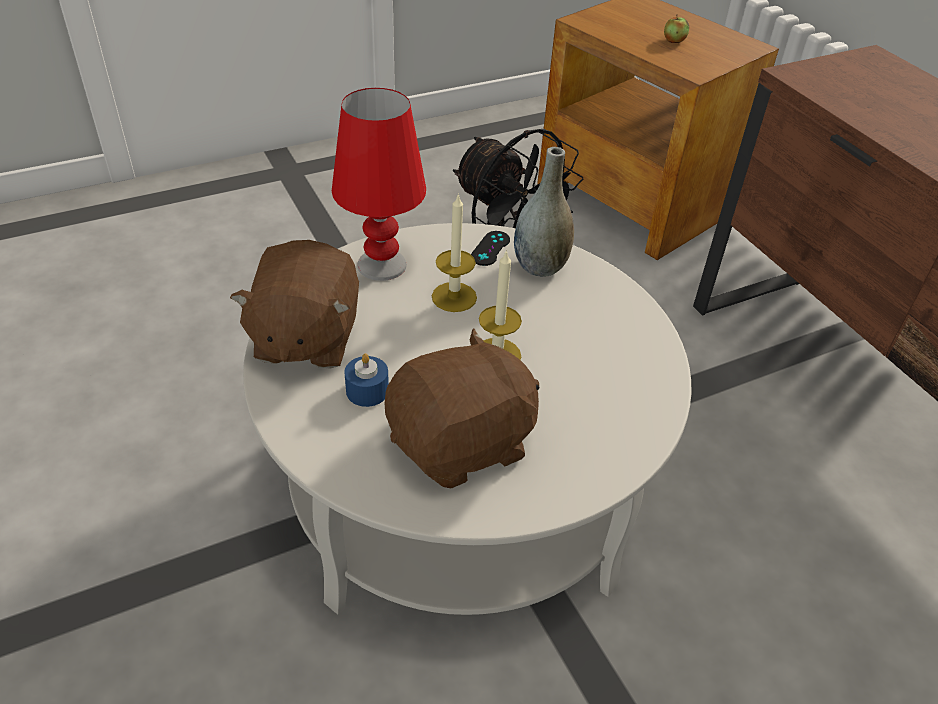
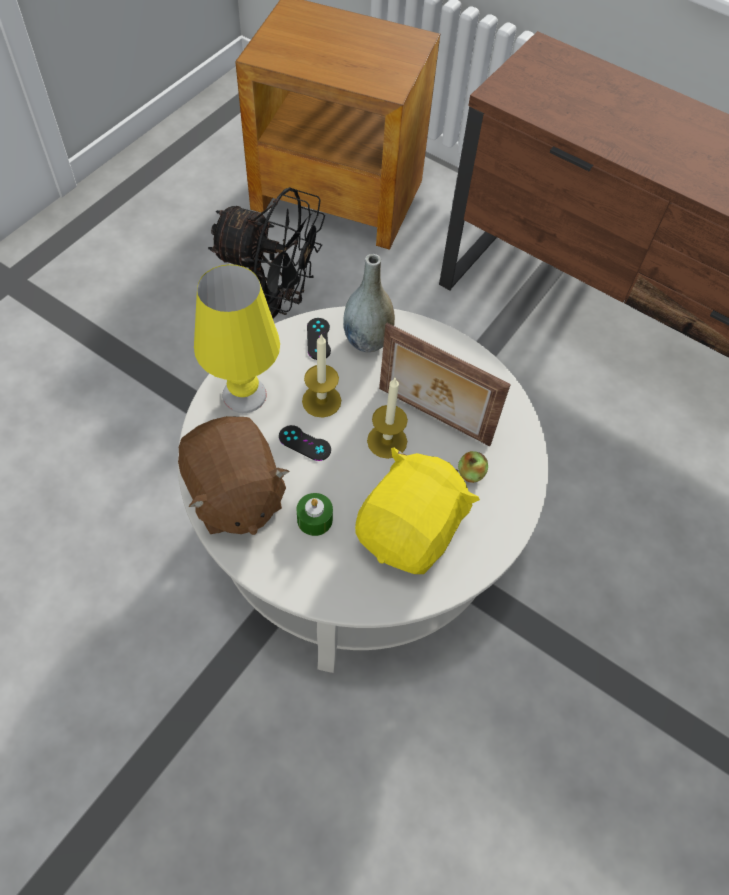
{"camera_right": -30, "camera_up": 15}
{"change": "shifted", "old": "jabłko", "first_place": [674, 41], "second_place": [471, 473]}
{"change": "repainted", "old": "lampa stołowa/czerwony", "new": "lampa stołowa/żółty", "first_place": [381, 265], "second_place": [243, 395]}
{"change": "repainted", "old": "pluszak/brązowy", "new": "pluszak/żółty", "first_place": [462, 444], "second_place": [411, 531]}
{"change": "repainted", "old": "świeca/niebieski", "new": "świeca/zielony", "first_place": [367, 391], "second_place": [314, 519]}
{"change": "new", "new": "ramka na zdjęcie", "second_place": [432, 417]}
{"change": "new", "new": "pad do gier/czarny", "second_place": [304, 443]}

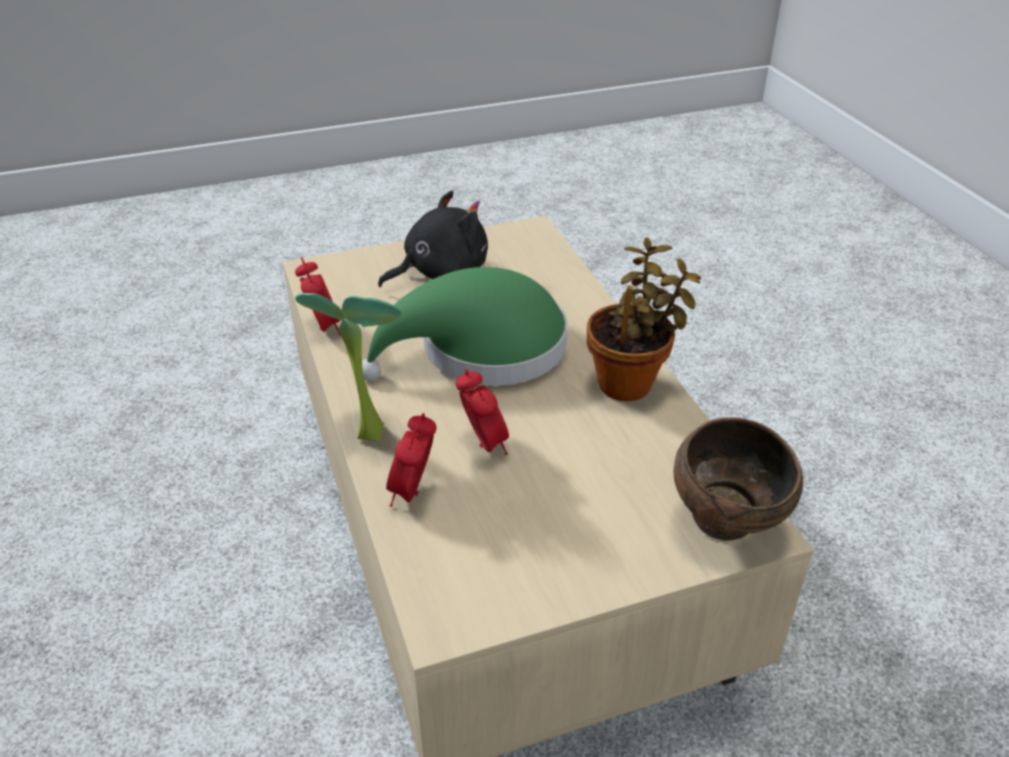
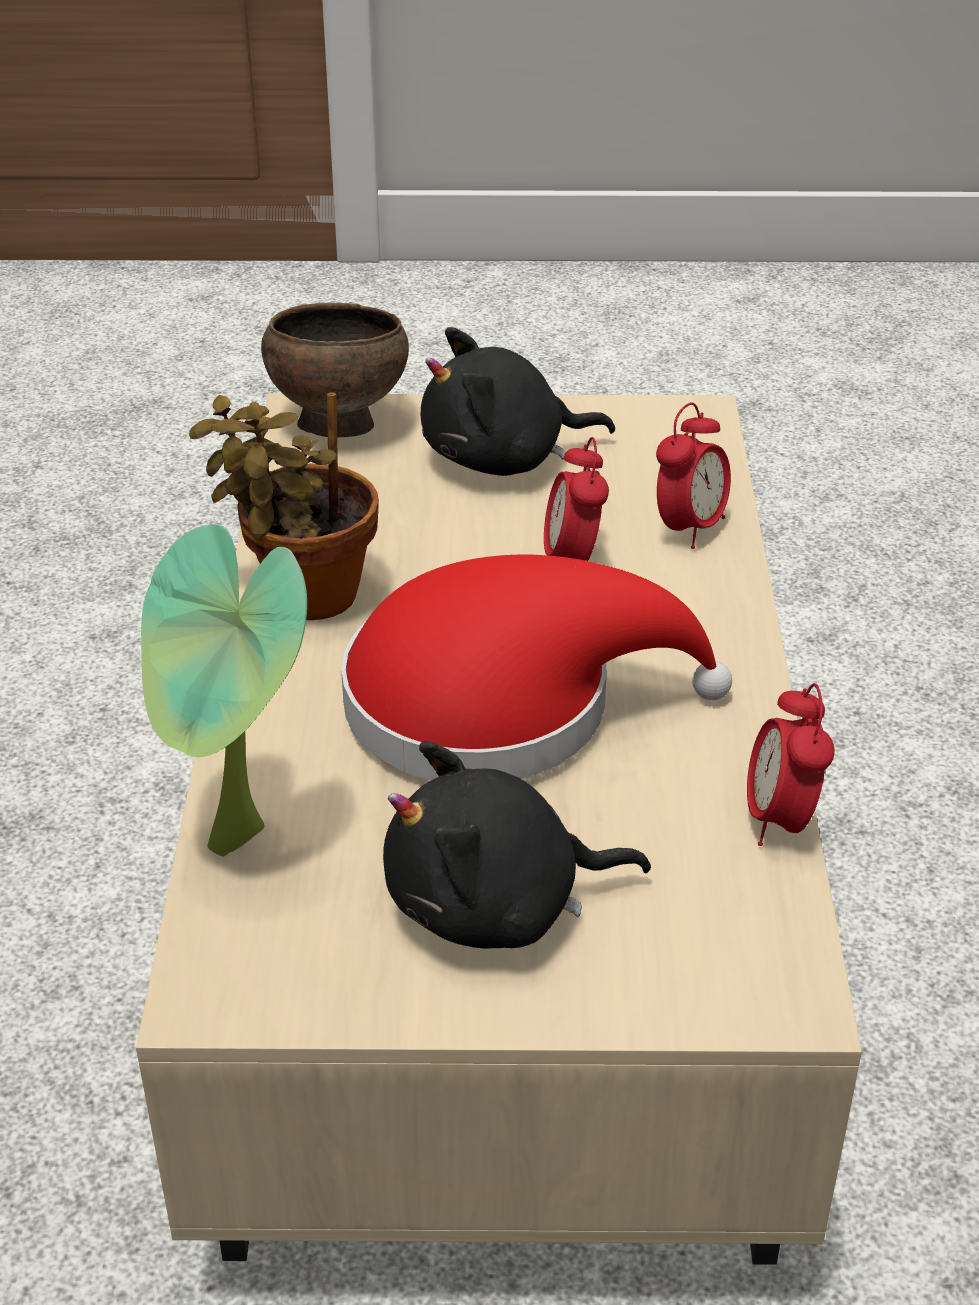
{"camera_right": -160, "camera_up": 0}
{"change": "repainted", "old": "kapelusz/zielony", "new": "kapelusz/czerwony", "first_place": [482, 350], "second_place": [501, 703]}
{"change": "shifted", "old": "roślina doniczkowa", "first_place": [367, 429], "second_place": [239, 846]}
{"change": "new", "new": "pluszak/czarny", "second_place": [503, 458]}

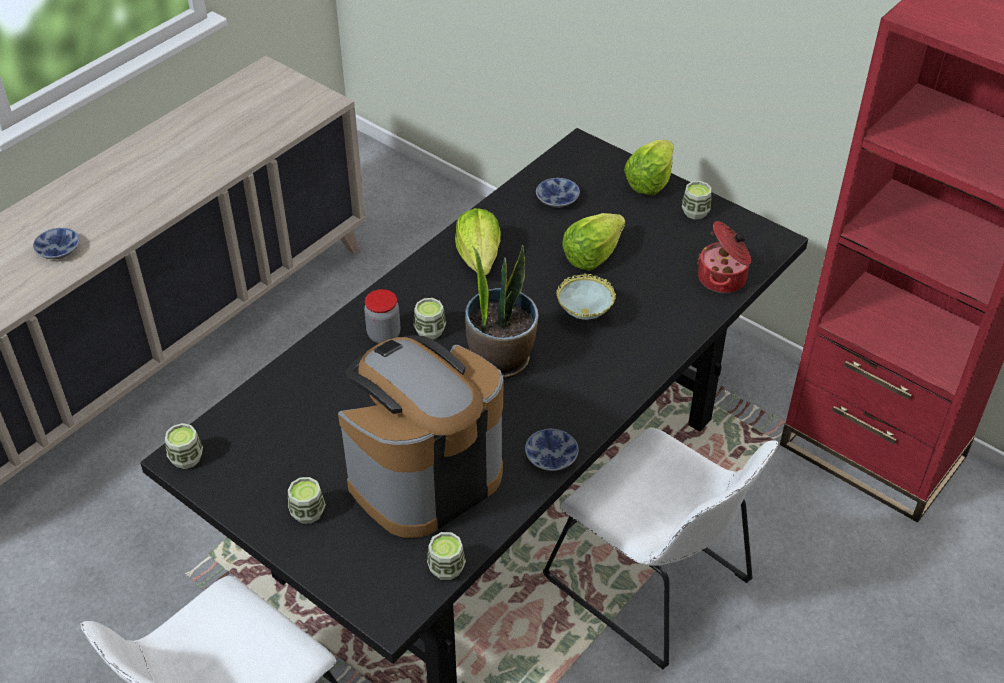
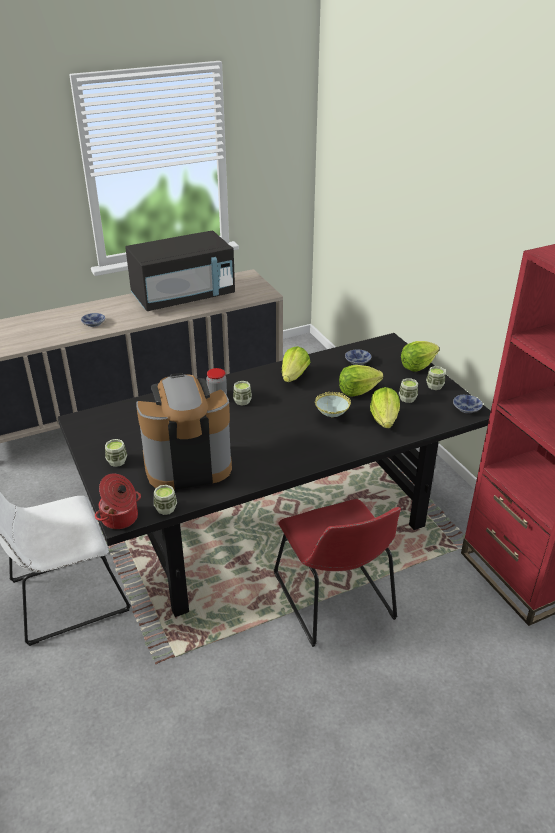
{"camera_right": 25, "camera_up": -10}
{"change": "shifted", "old": "garnek", "first_place": [723, 279], "second_place": [120, 518]}
{"change": "gone", "old": "roślina doniczkowa", "first_place": [500, 359]}
{"change": "shifted", "old": "filiżanka", "first_place": [186, 458], "second_place": [407, 398]}
{"change": "repainted", "old": "krzesło/biały", "new": "krzesło/czerwony", "first_place": [654, 585], "second_place": [335, 600]}
{"change": "shifted", "old": "miska", "first_place": [549, 457], "second_place": [465, 408]}
{"change": "new", "new": "mikrofalówka/czarny", "second_place": [183, 296]}
{"change": "new", "new": "sałata", "second_place": [384, 420]}

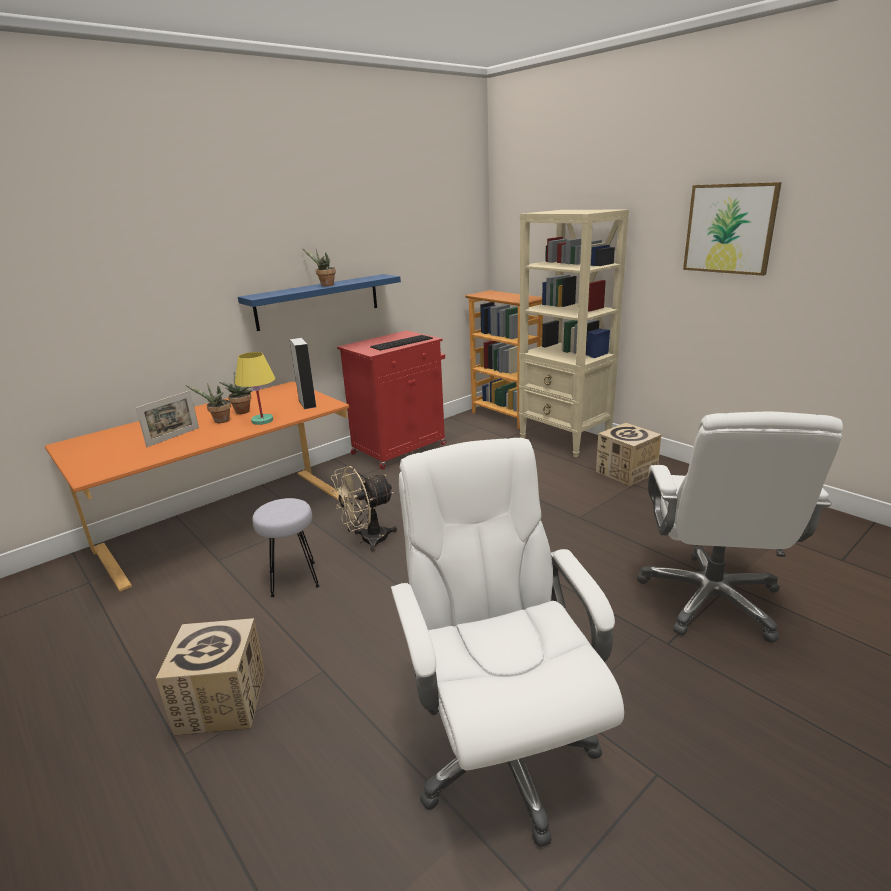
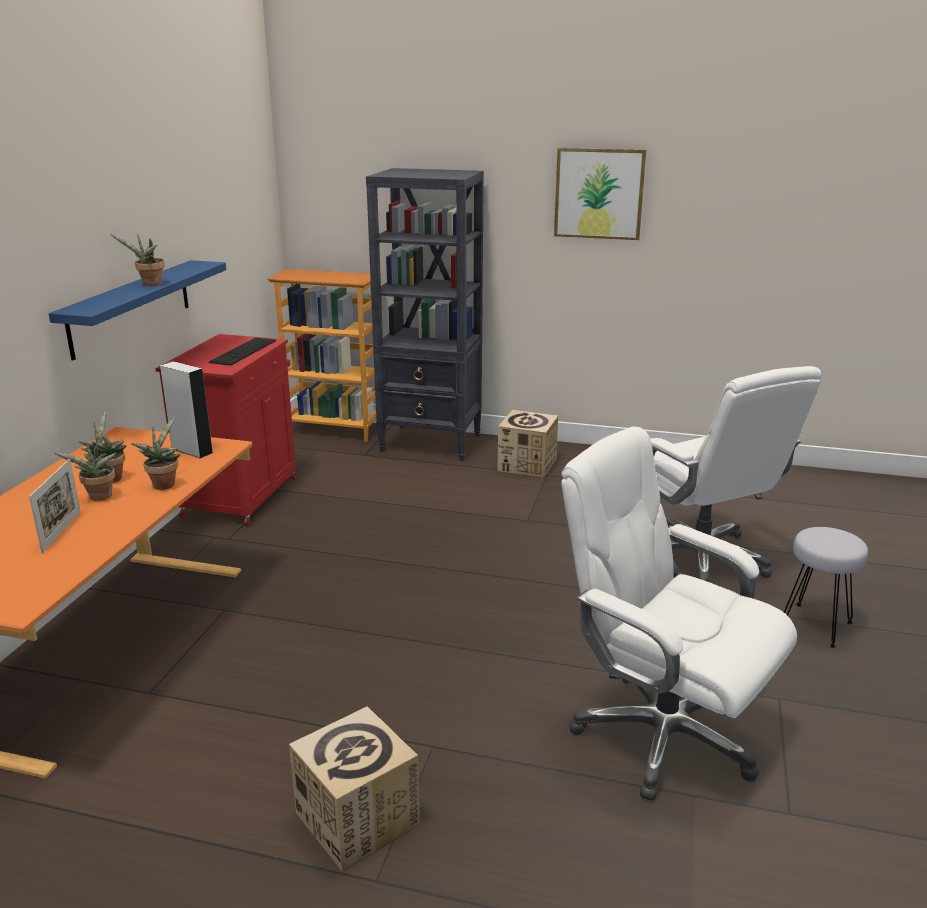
{"camera_right": -35, "camera_up": 0}
{"change": "repainted", "old": "regał/beżowy", "new": "regał/czarny", "first_place": [565, 439], "second_place": [431, 443]}
{"change": "swapped", "old": "lampa stołowa/żółty", "new": "roślina doniczkowa", "first_place": [262, 421], "second_place": [164, 484]}
{"change": "gone", "old": "wentylator/beżowy", "first_place": [367, 540]}
{"change": "shifted", "old": "stołek/szary", "first_place": [293, 579], "second_place": [816, 626]}

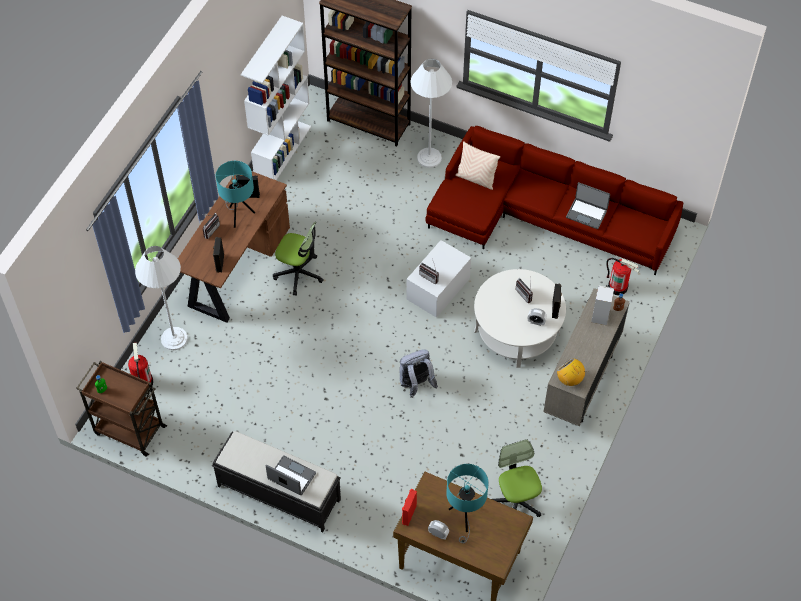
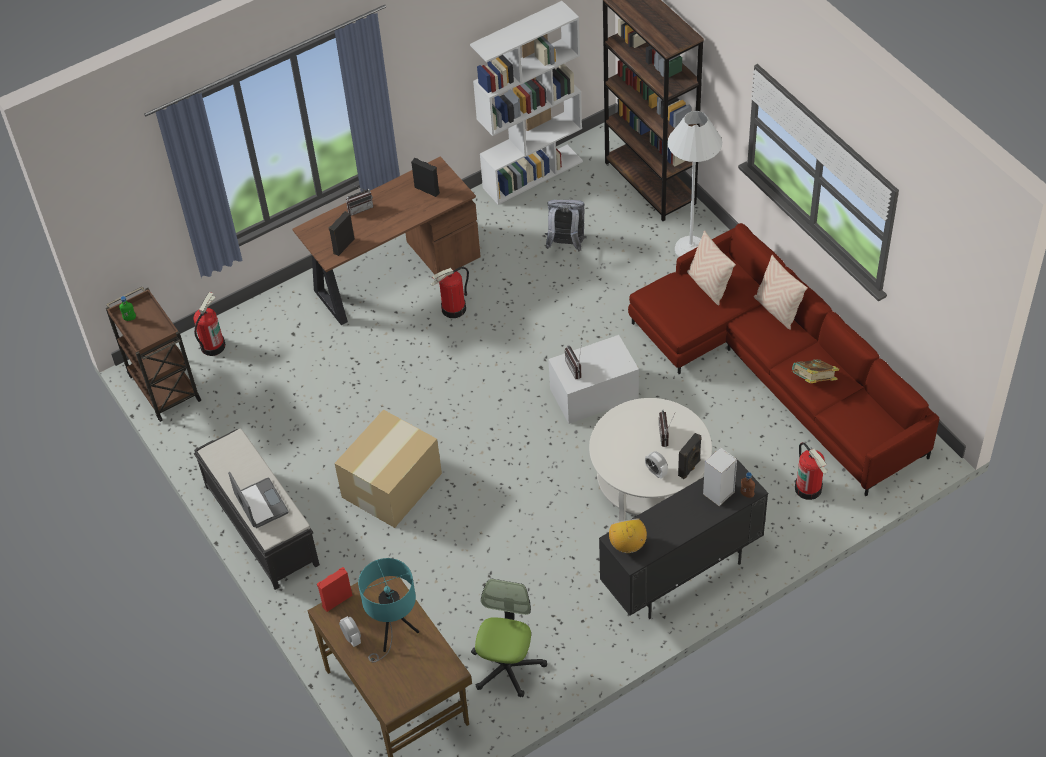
{"camera_right": 35, "camera_up": -5}
{"change": "gone", "old": "lampa stołowa/turkusowy", "first_place": [239, 215]}
{"change": "swapped", "old": "laptop", "new": "książka", "first_place": [586, 213], "second_place": [813, 381]}
{"change": "swapped", "old": "krzesło biurowe", "new": "gaśnica", "first_place": [299, 273], "second_place": [454, 309]}
{"change": "gone", "old": "lampa stojąca/biały", "first_place": [174, 338]}
{"change": "repainted", "old": "szafka/beżowy", "new": "szafka/czarny", "first_place": [581, 383], "second_place": [681, 575]}
{"change": "shifted", "old": "plecak/szary", "first_place": [416, 385], "second_place": [566, 244]}
{"change": "new", "new": "poduszka/beżowy", "second_place": [777, 310]}
{"change": "new", "new": "karton", "second_place": [393, 484]}

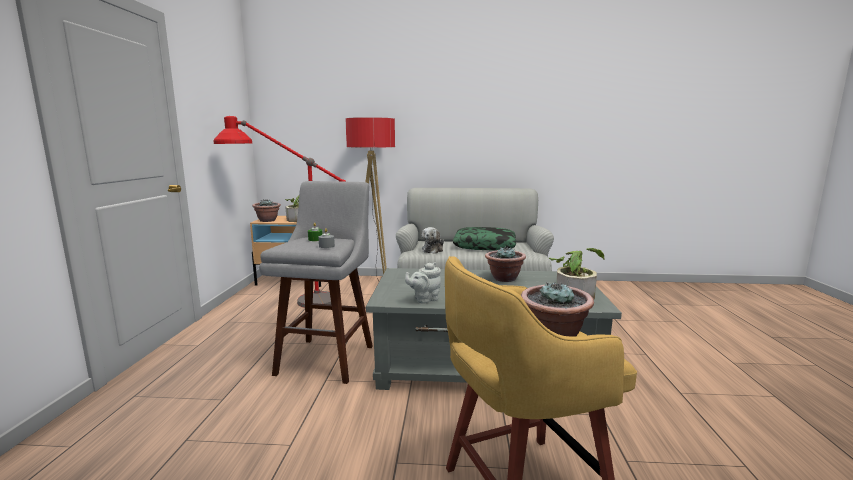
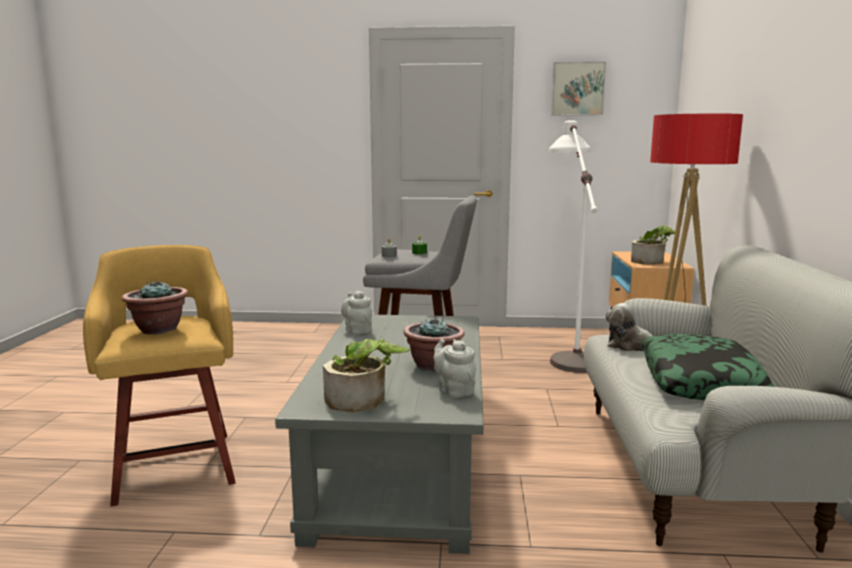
{"camera_right": 90, "camera_up": 0}
{"change": "repainted", "old": "lampa stojąca/czerwony", "new": "lampa stojąca/biały", "first_place": [289, 300], "second_place": [569, 351]}
{"change": "gone", "old": "roślina doniczkowa", "first_place": [268, 220]}
{"change": "new", "new": "obraz", "second_place": [577, 89]}
{"change": "new", "new": "imbryk/szary", "second_place": [454, 390]}

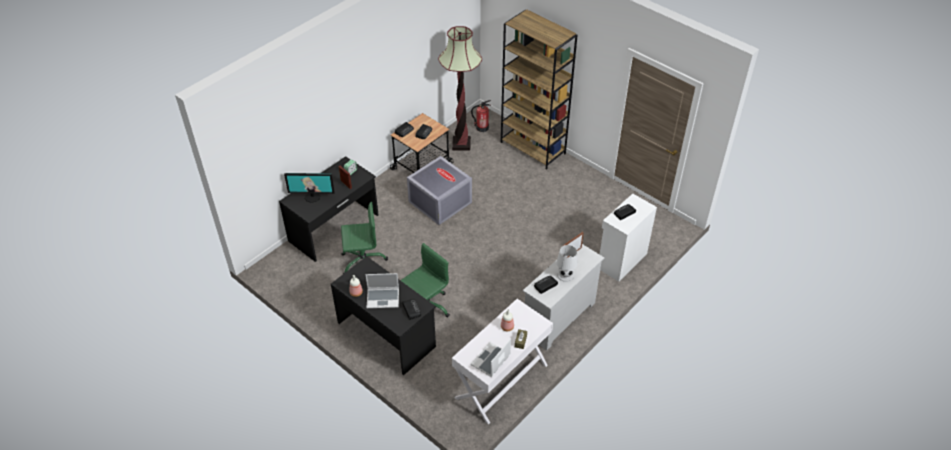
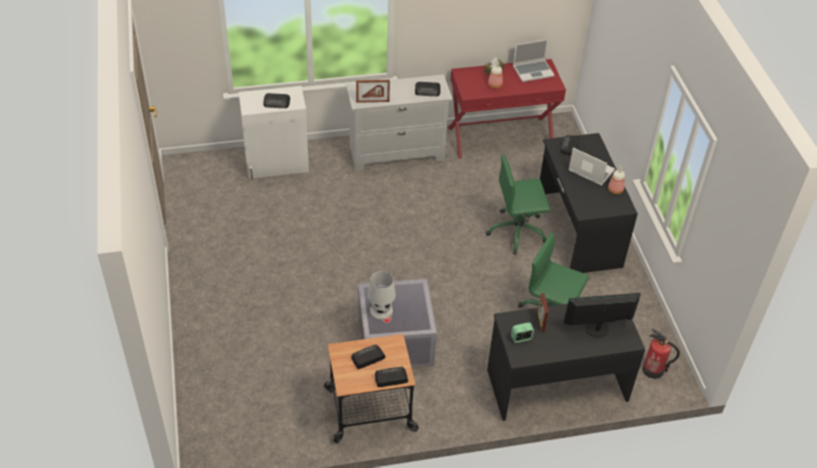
{"camera_right": -145, "camera_up": 0}
{"change": "gone", "old": "regał/brązowy", "first_place": [533, 148]}
{"change": "gone", "old": "lampa stojąca", "first_place": [461, 144]}
{"change": "shifted", "old": "gaśnica", "first_place": [482, 128], "second_place": [653, 370]}
{"change": "rotated", "old": "monitor", "first_place": [312, 197], "second_place": [596, 329], "degrees": -45}
{"change": "shifted", "old": "lampa stołowa/biały", "first_place": [565, 275], "second_place": [381, 310]}
{"change": "repainted", "old": "stolik konsolowy/biały", "new": "stolik konsolowy/czerwony", "first_place": [501, 381], "second_place": [500, 137]}

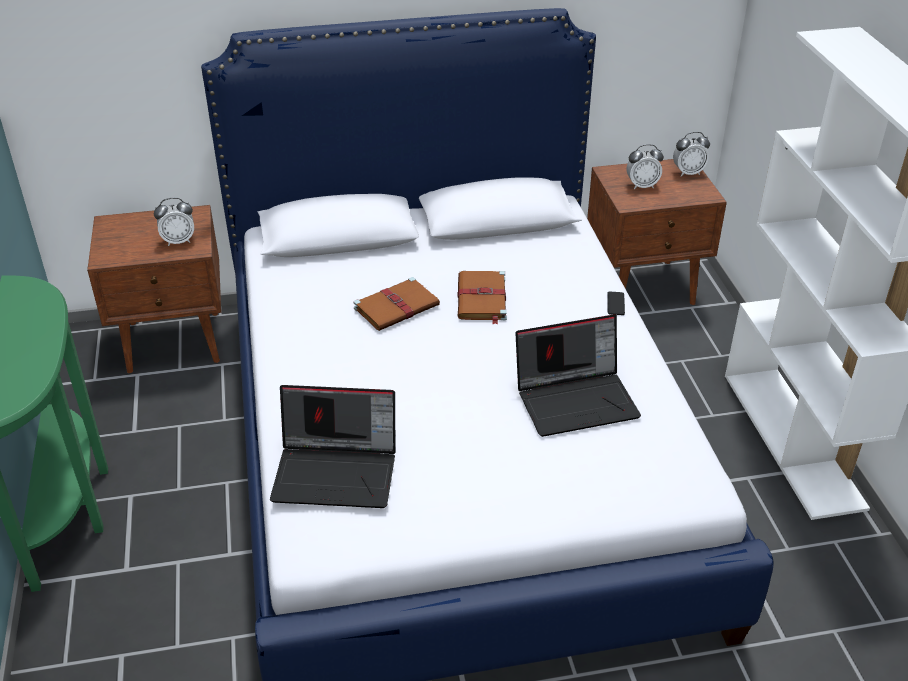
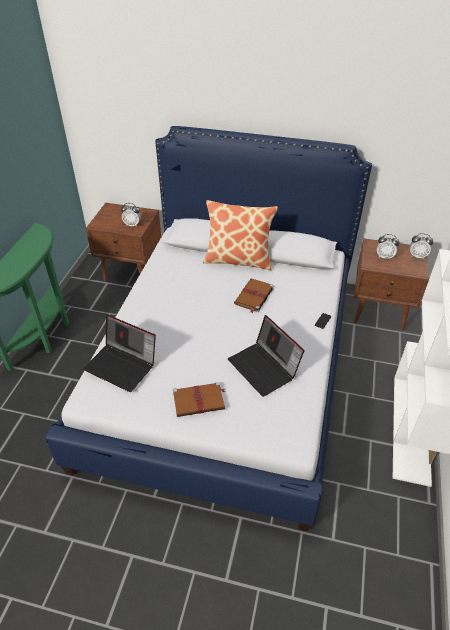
{"camera_right": 25, "camera_up": 5}
{"change": "shifted", "old": "książka/brązowy", "first_place": [397, 306], "second_place": [199, 401]}
{"change": "rotated", "old": "laptop", "first_place": [577, 399], "second_place": [264, 368], "degrees": 45}
{"change": "new", "new": "poduszka", "second_place": [238, 260]}

